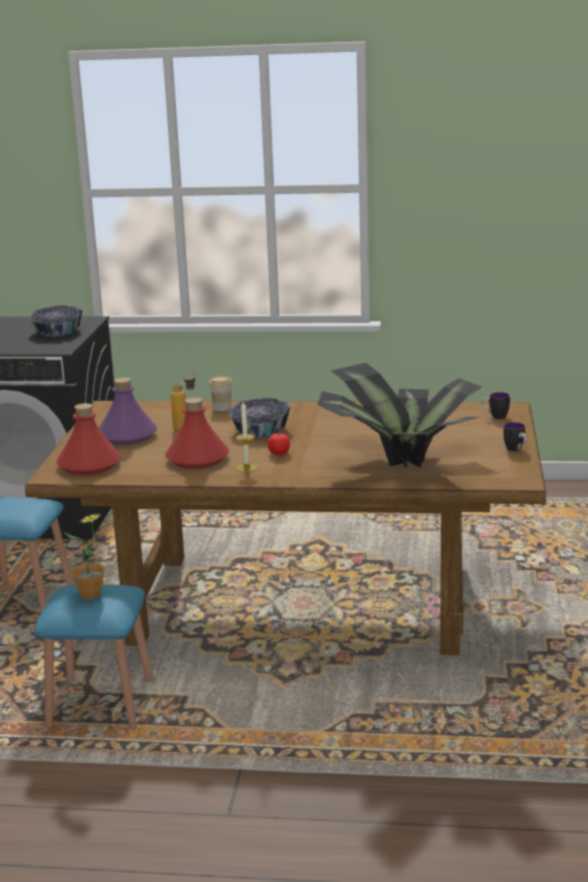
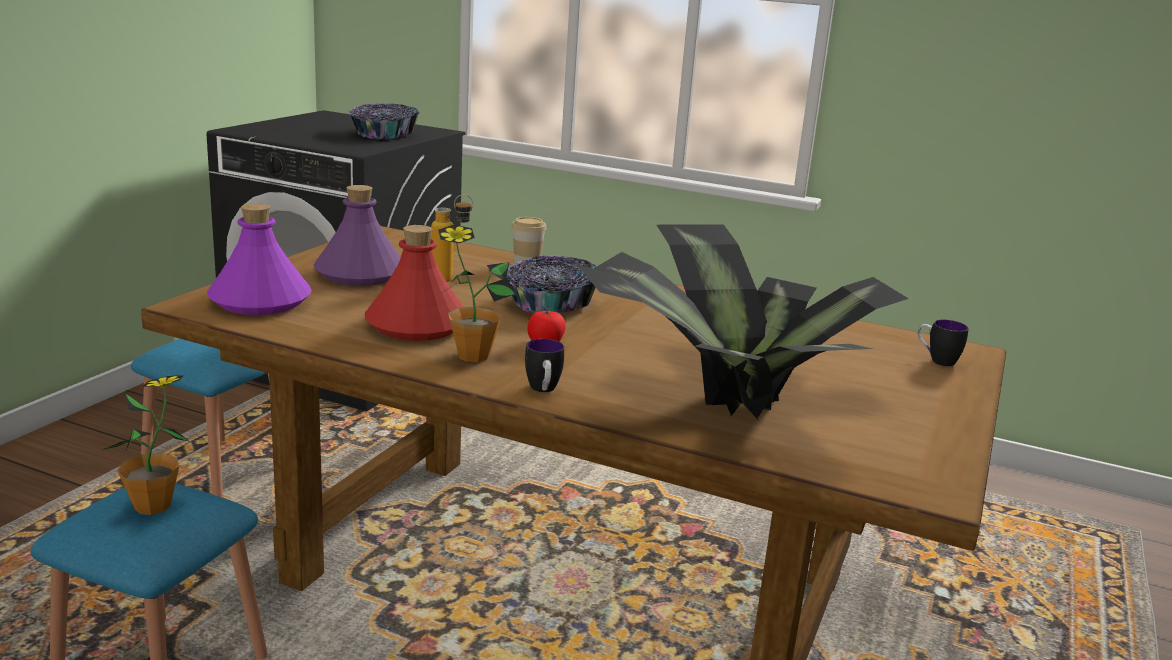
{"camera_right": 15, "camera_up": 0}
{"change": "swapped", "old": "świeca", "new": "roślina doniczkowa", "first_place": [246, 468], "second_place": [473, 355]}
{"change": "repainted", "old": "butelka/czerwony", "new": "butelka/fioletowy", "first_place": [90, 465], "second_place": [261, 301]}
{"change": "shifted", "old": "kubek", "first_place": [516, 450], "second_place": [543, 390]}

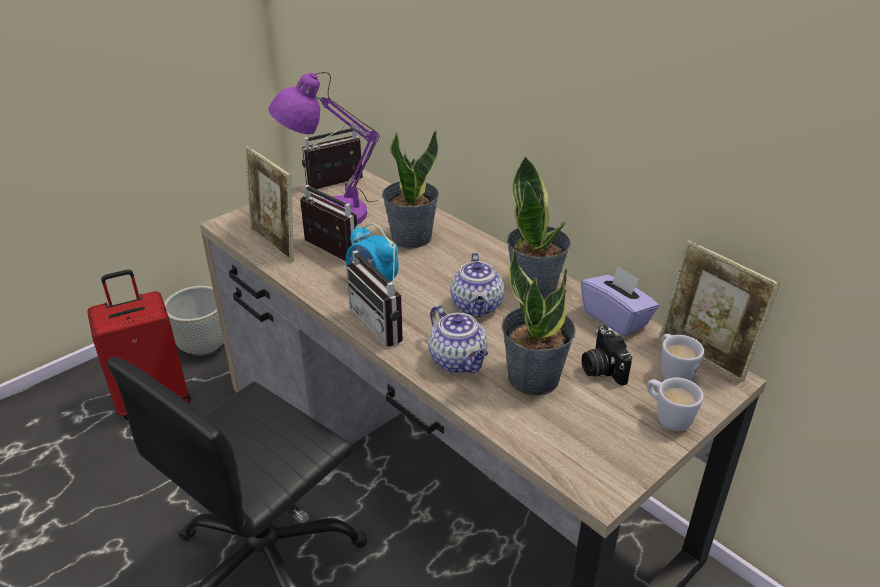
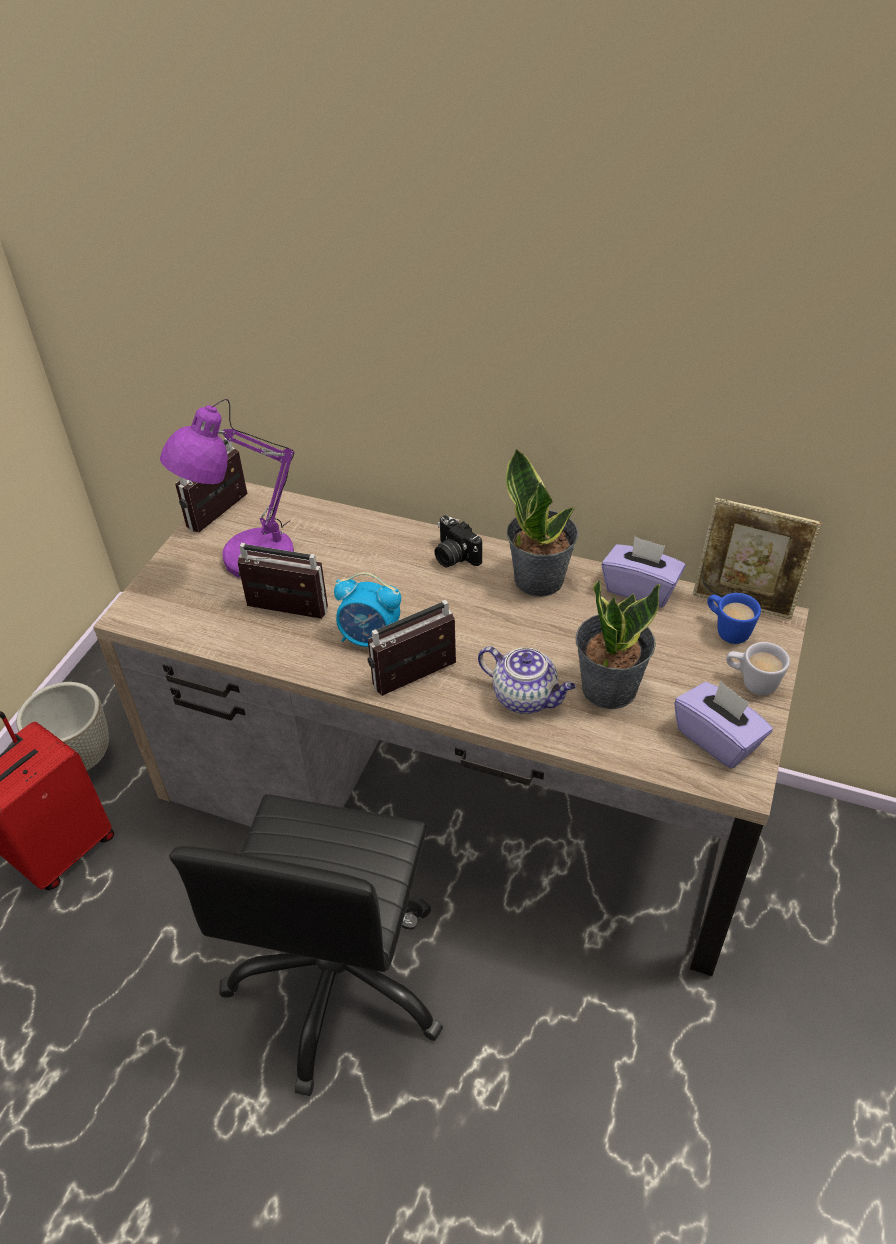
{"camera_right": -25, "camera_up": 10}
{"change": "gone", "old": "roślina doniczkowa", "first_place": [411, 237]}
{"change": "gone", "old": "ramka na zdjęcie", "first_place": [275, 245]}
{"change": "rotated", "old": "radio", "first_place": [384, 323], "second_place": [418, 682], "degrees": 120}
{"change": "gone", "old": "imbryk", "first_place": [477, 307]}
{"change": "shifted", "old": "aparat fotograficzny", "first_place": [601, 368], "second_place": [454, 556]}
{"change": "repainted", "old": "kubek/biały", "new": "kubek/niebieski", "first_place": [673, 371], "second_place": [726, 630]}
{"change": "new", "new": "pudełko chusteczek/fioletowy", "second_place": [717, 739]}

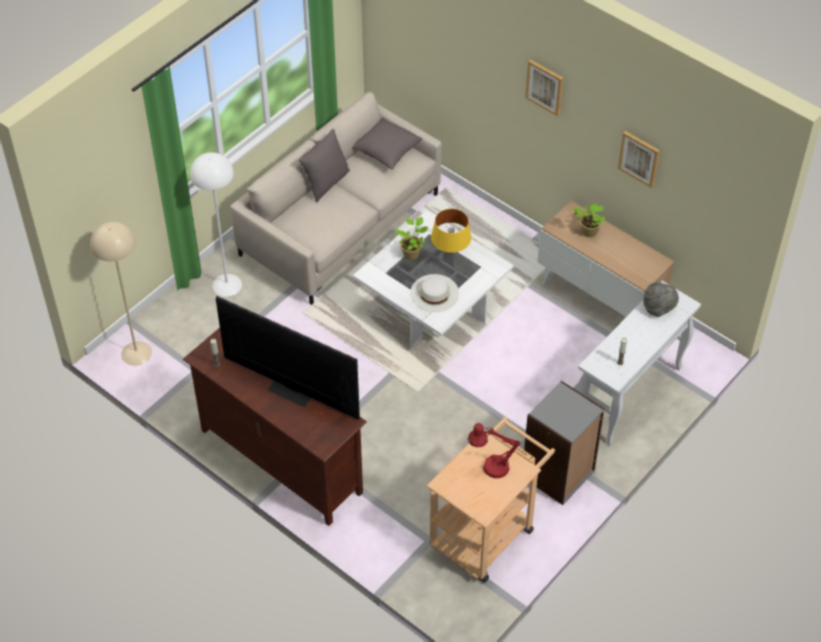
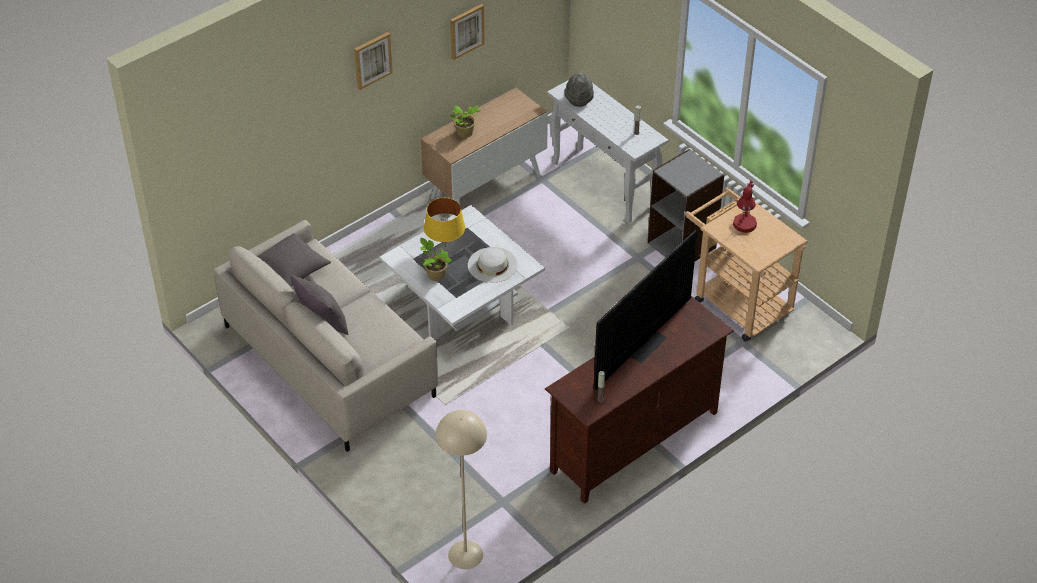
{"camera_right": -80, "camera_up": -5}
{"change": "gone", "old": "lampa stojąca/biały", "first_place": [227, 284]}

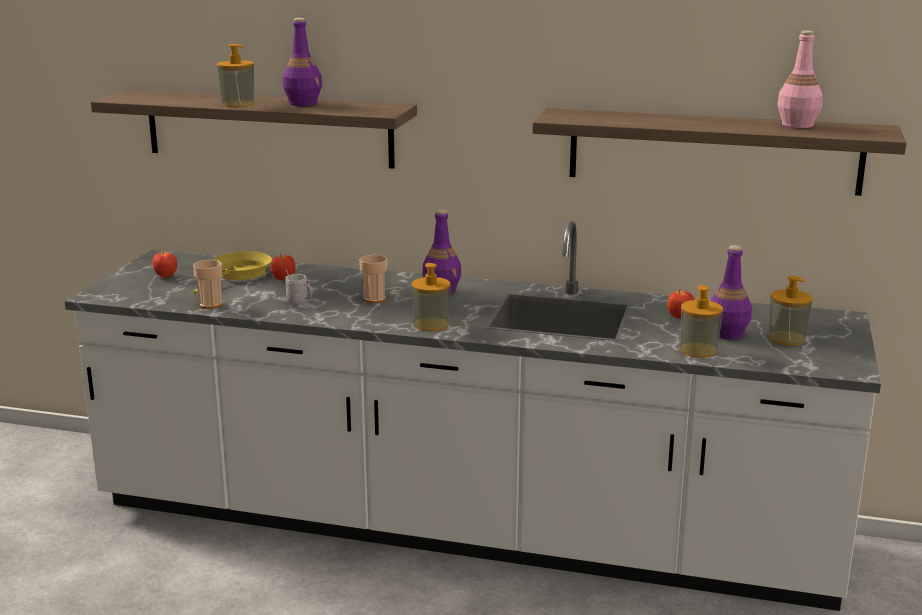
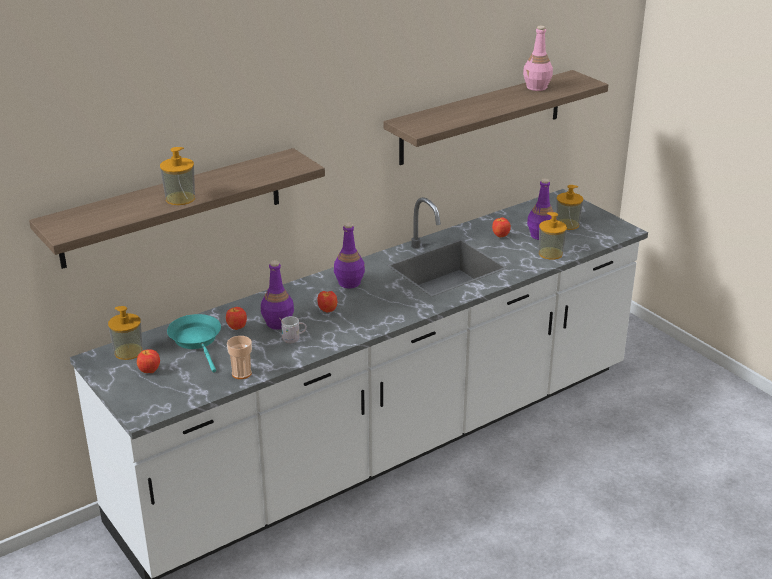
{"camera_right": -50, "camera_up": 10}
{"change": "shifted", "old": "butelka/fioletowy", "first_place": [303, 103], "second_place": [278, 323]}
{"change": "repainted", "old": "patelnia/żółty", "new": "patelnia/turkusowy", "first_place": [239, 275], "second_place": [197, 341]}
{"change": "swapped", "old": "filiżanka", "new": "jabłko", "first_place": [374, 299], "second_place": [328, 311]}
{"change": "shifted", "old": "dozownik mydła", "first_place": [431, 324], "second_place": [128, 351]}

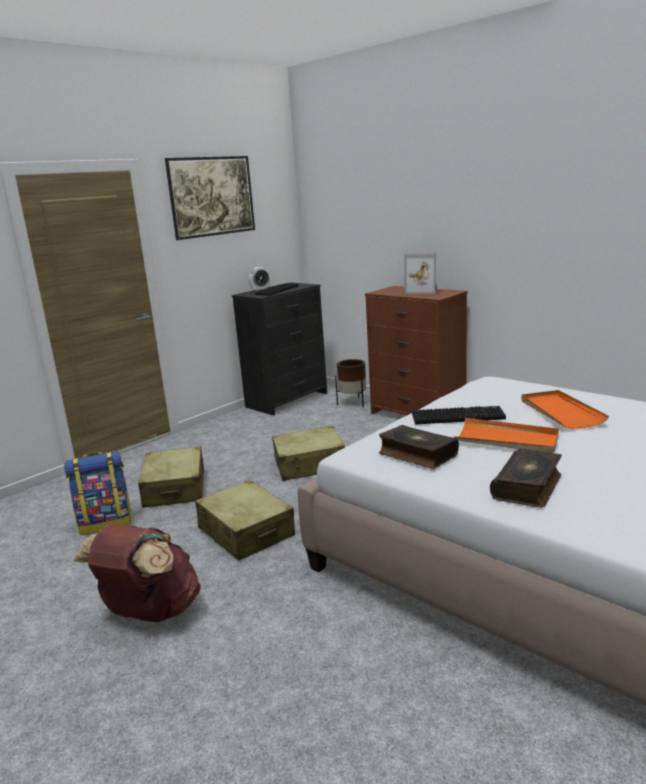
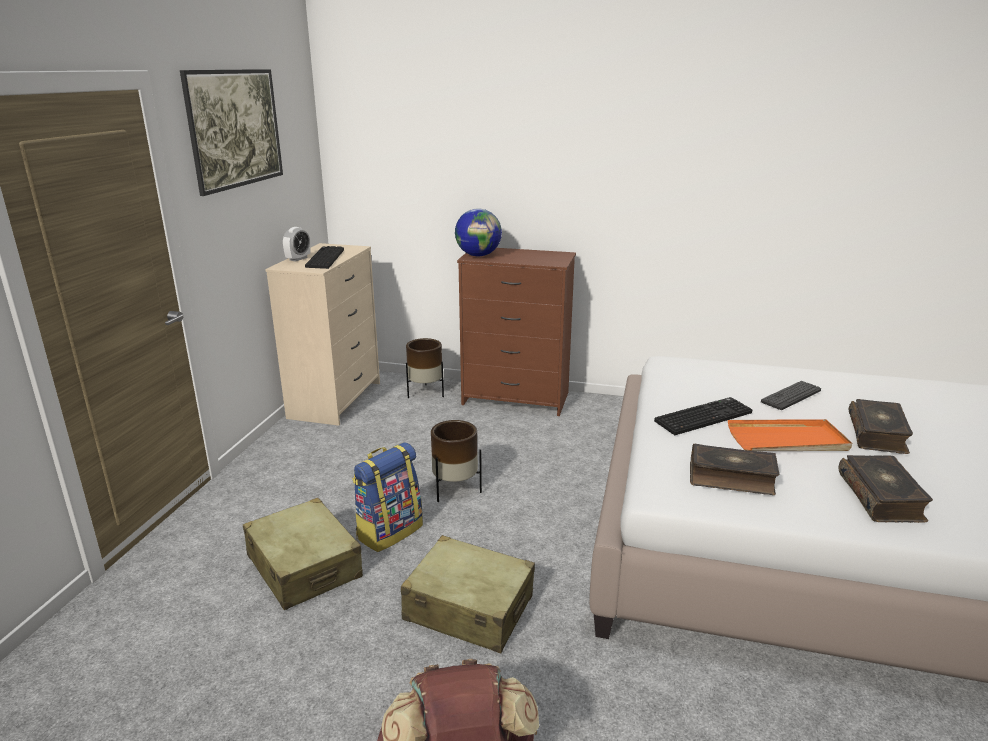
{"camera_right": -30, "camera_up": 5}
{"change": "gone", "old": "ramka na zdjęcie", "first_place": [422, 291]}
{"change": "repainted", "old": "komoda/czarny", "new": "komoda/beżowy", "first_place": [287, 400], "second_place": [336, 400]}
{"change": "swapped", "old": "taca/pomarańczowy", "new": "klawiatura", "first_place": [560, 412], "second_place": [791, 396]}
{"change": "swapped", "old": "walizka/beżowy", "new": "donica/brązowy", "first_place": [310, 465], "second_place": [455, 490]}
{"change": "shifted", "old": "plecak", "first_place": [106, 523], "second_place": [389, 531]}
{"change": "new", "new": "globus", "second_place": [478, 255]}
{"change": "new", "new": "książka", "second_place": [878, 434]}

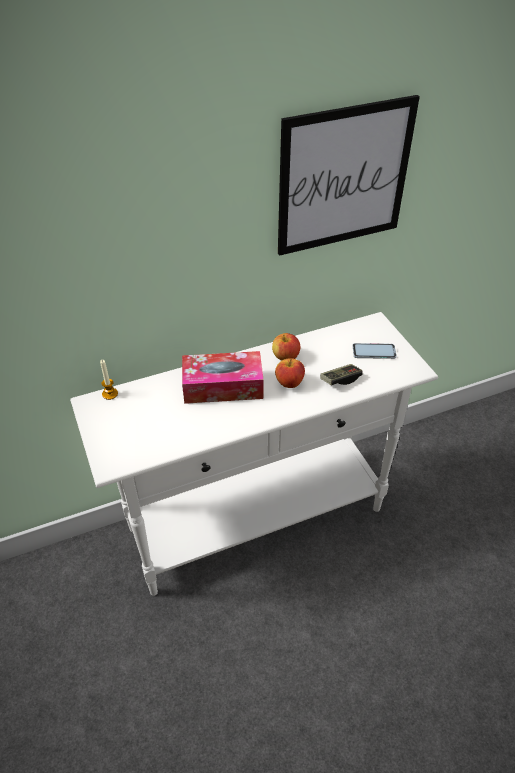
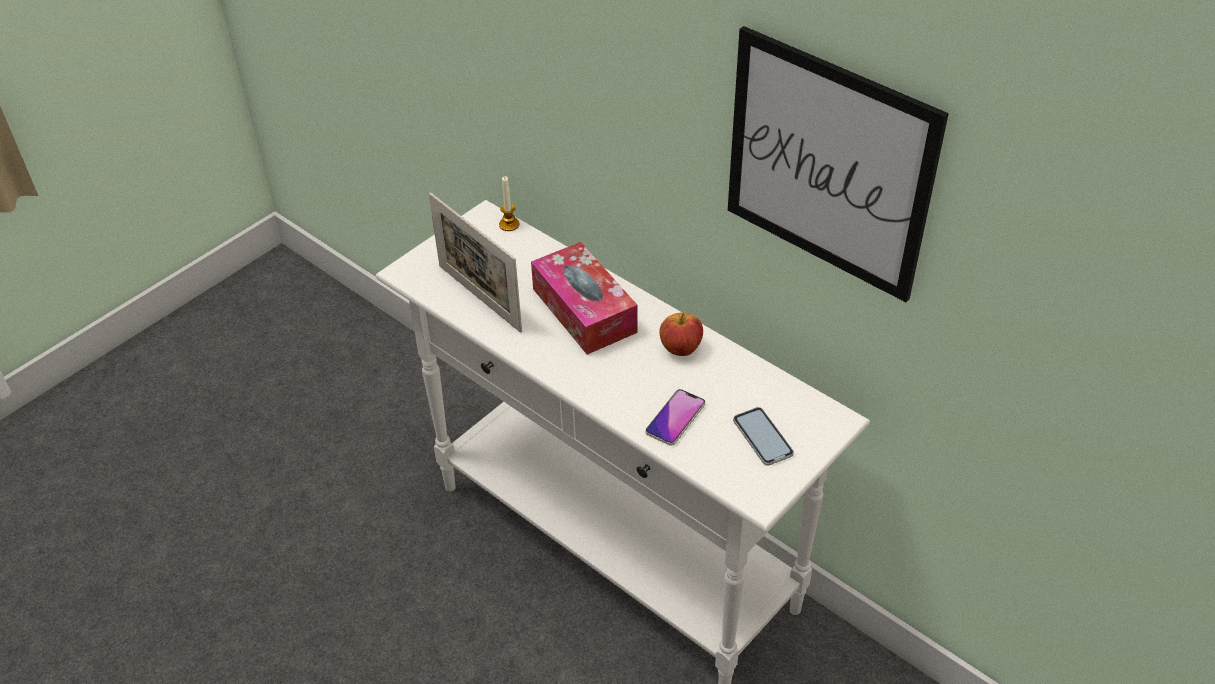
{"camera_right": 65, "camera_up": 0}
{"change": "gone", "old": "jabłko", "first_place": [289, 383]}
{"change": "swapped", "old": "pad do gier", "new": "telefon", "first_place": [340, 379], "second_place": [675, 418]}
{"change": "new", "new": "ramka na zdjęcie", "second_place": [479, 298]}

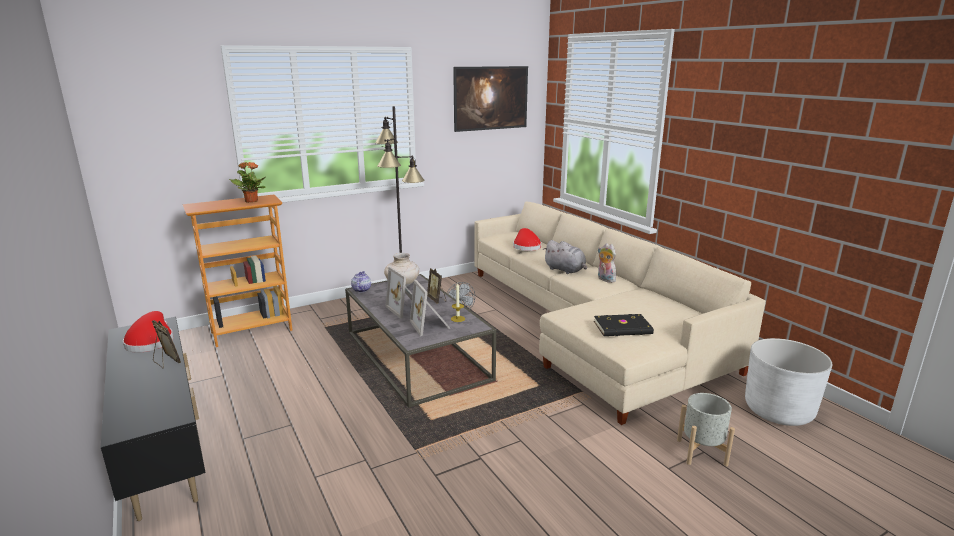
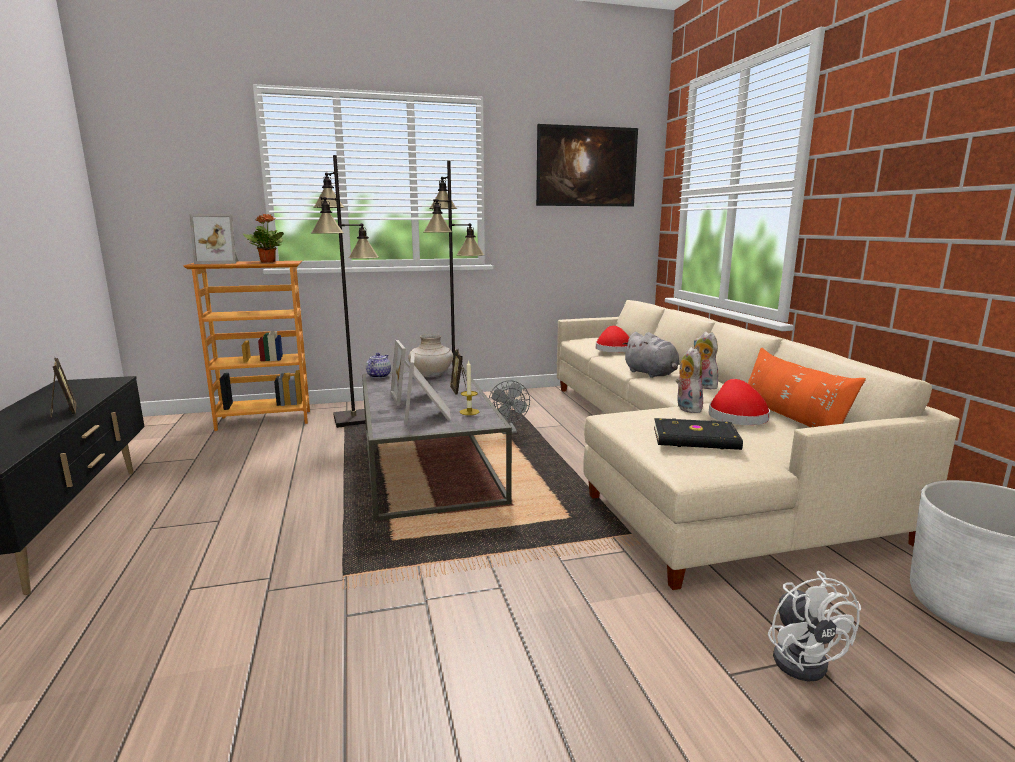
{"camera_right": 15, "camera_up": -5}
{"change": "shifted", "old": "kapelusz/czerwony", "first_place": [151, 341], "second_place": [736, 416]}
{"change": "swapped", "old": "donica/szary", "new": "wentylator/biały", "first_place": [701, 452], "second_place": [802, 657]}
{"change": "new", "new": "lampa stojąca/czarny", "second_place": [354, 419]}
{"change": "new", "new": "ramka na zdjęcie", "second_place": [219, 262]}
{"change": "new", "new": "pluszak", "second_place": [686, 408]}
{"change": "new", "new": "poduszka/pomarańczowy", "second_place": [790, 419]}

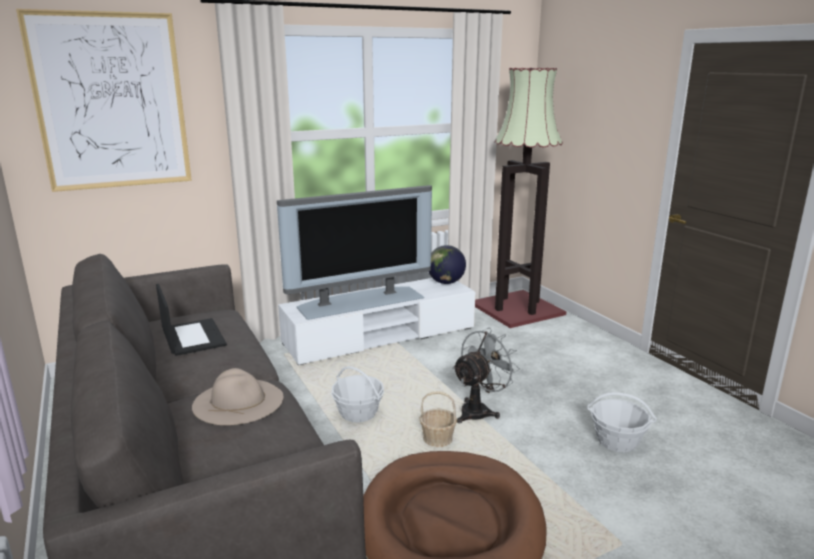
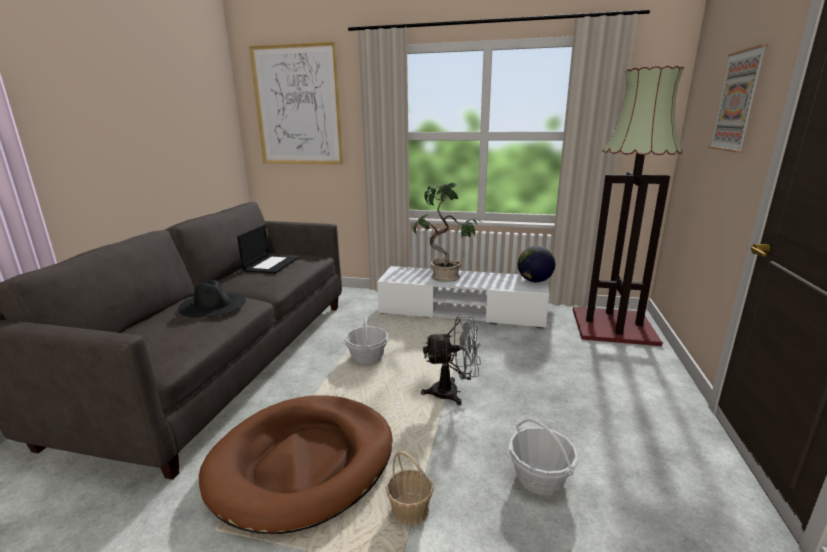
{"camera_right": 40, "camera_up": 0}
{"change": "swapped", "old": "telewizor", "new": "roślina doniczkowa", "first_place": [360, 301], "second_place": [444, 277]}
{"change": "repainted", "old": "kapelusz/beżowy", "new": "kapelusz/czarny", "first_place": [238, 401], "second_place": [213, 304]}
{"change": "shifted", "old": "koszyk", "first_place": [438, 439], "second_place": [410, 510]}
{"change": "new", "new": "obraz", "second_place": [737, 101]}

